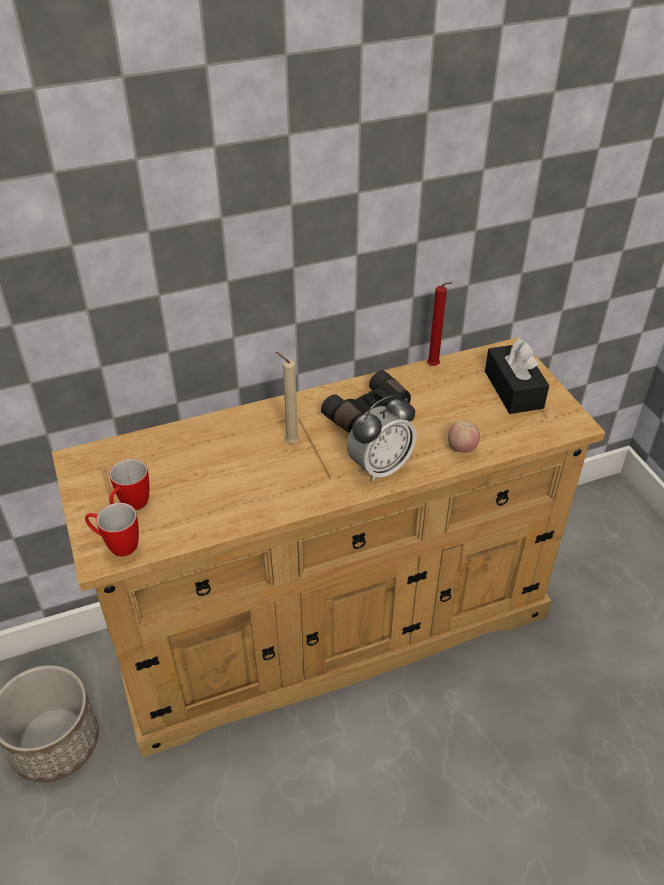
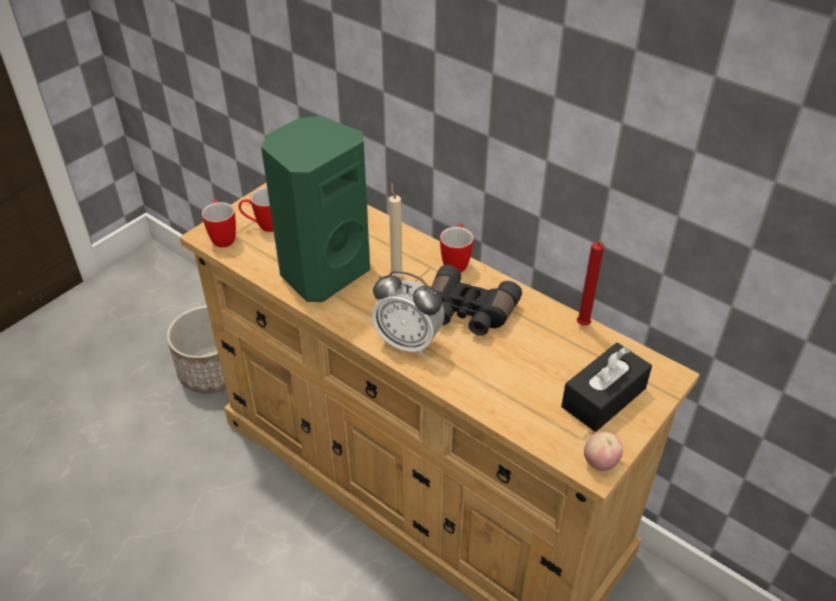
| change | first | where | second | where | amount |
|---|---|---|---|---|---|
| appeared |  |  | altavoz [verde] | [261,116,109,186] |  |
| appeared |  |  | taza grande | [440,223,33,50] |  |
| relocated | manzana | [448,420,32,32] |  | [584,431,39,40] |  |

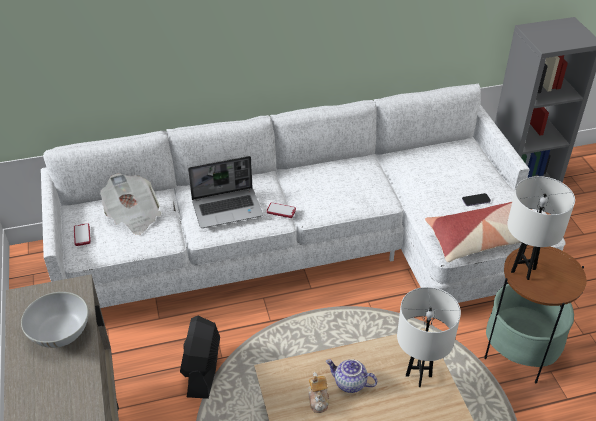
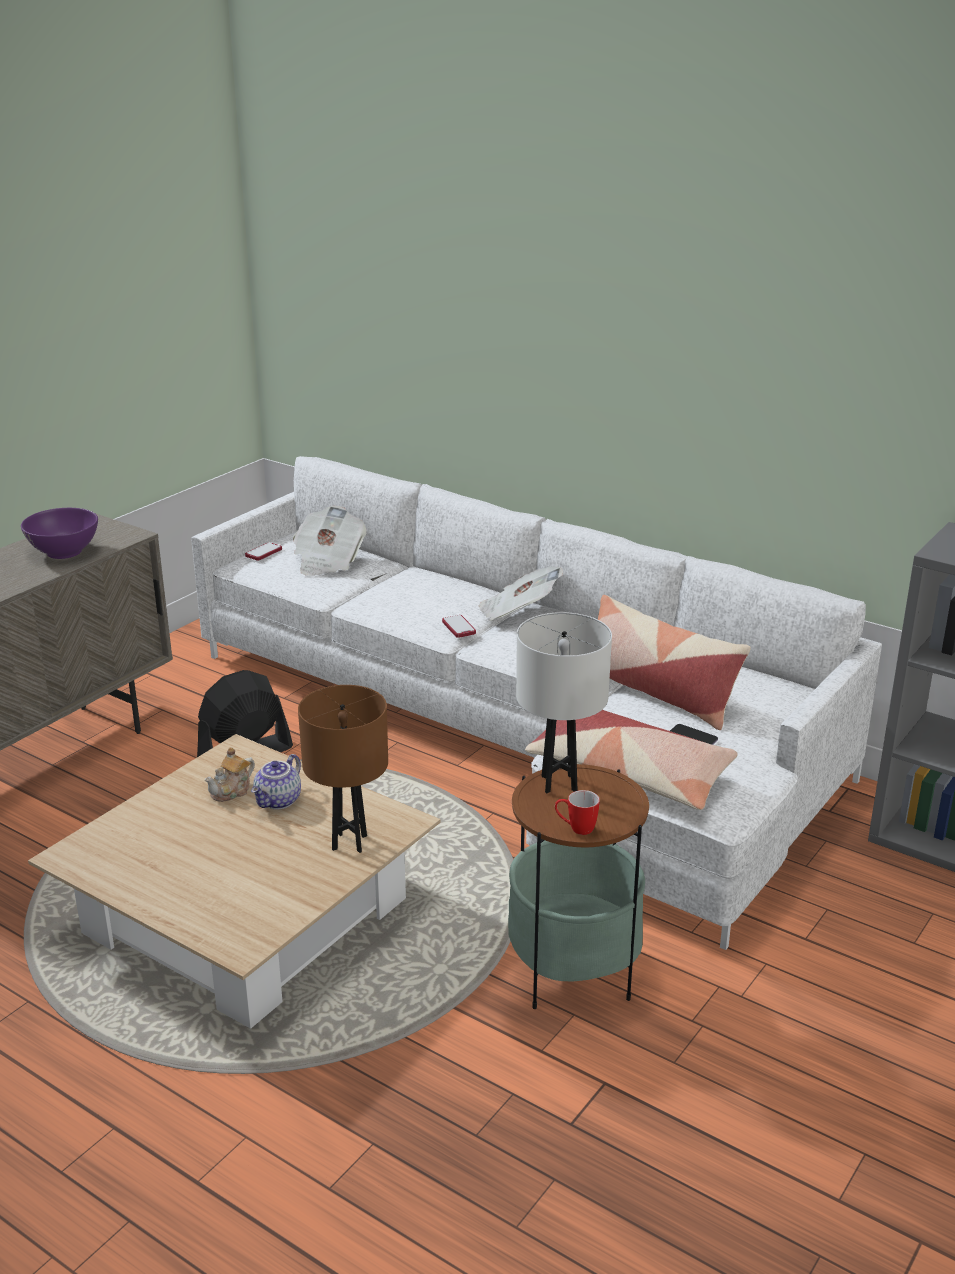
| change | first | where | second | where | amount |
|---|---|---|---|---|---|
| missing | portátil | [188,156,75,72] |  |  |  |
| appeared |  |  | periódico | [479,566,84,55] |  |
| appeared |  |  | taza grande | [555,790,45,45] |  |
| appeared |  |  | cojín | [598,595,153,135] |  |
| colour | cuenco [blanco] | [21,292,68,56] | cuenco [morado] | [21,508,77,51] |  |
| colour | lámpara de mesa [blanco] | [397,287,64,100] | lámpara de mesa [marrón] | [298,685,90,168] |  |
| spun | tetera | [326,359,51,34] |  | [251,754,50,55] | 135 degrees counterclockwise |

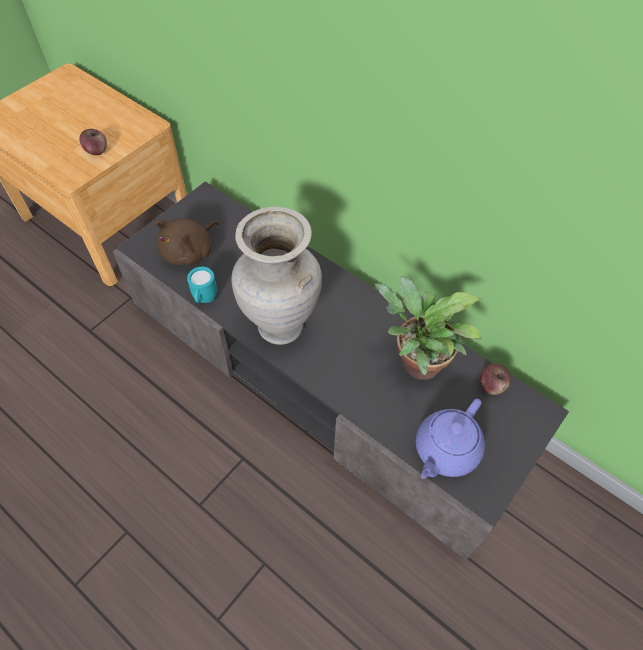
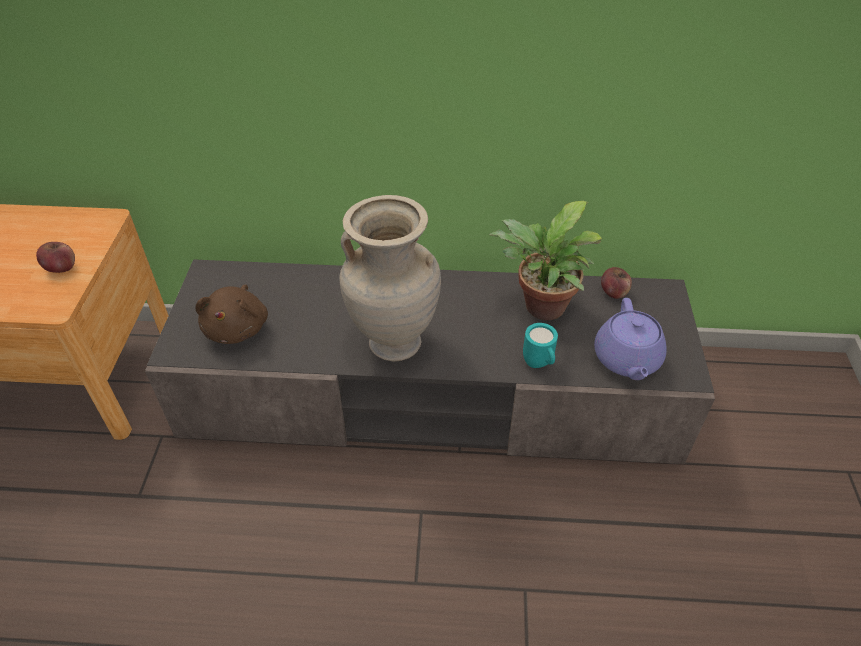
| change | first | where | second | where | amount |
|---|---|---|---|---|---|
| relocated | taza grande [turquesa] | [187,267,30,36] |  | [523,323,35,45] |  |

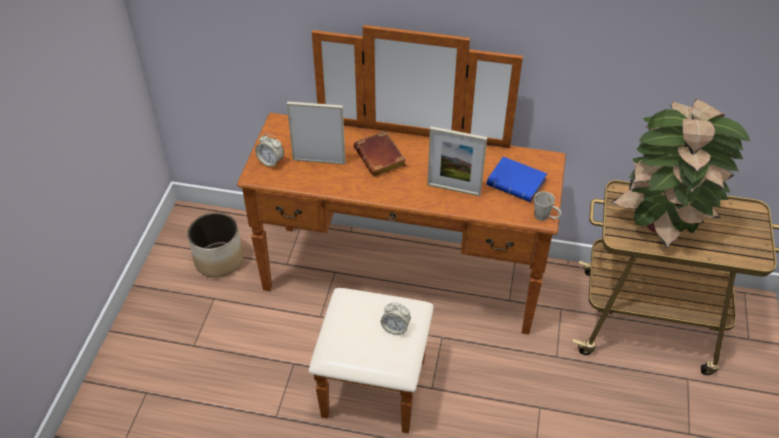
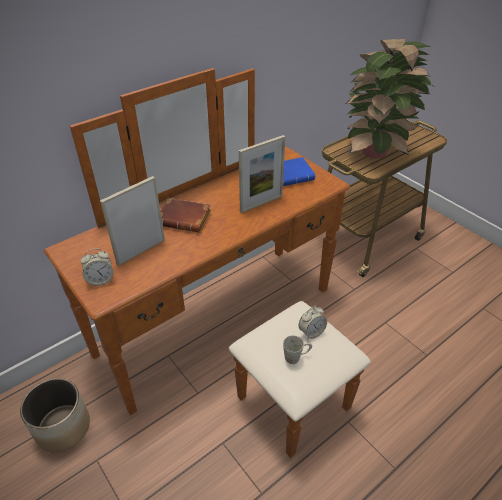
| change | first | where | second | where | amount |
|---|---|---|---|---|---|
| relocated | taza grande [blanco] | [534,191,28,30] |  | [283,335,29,29] |  |

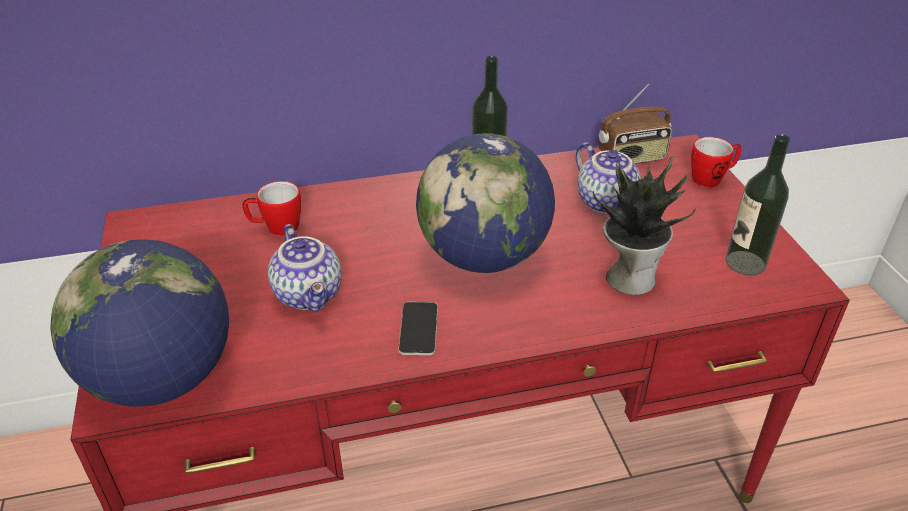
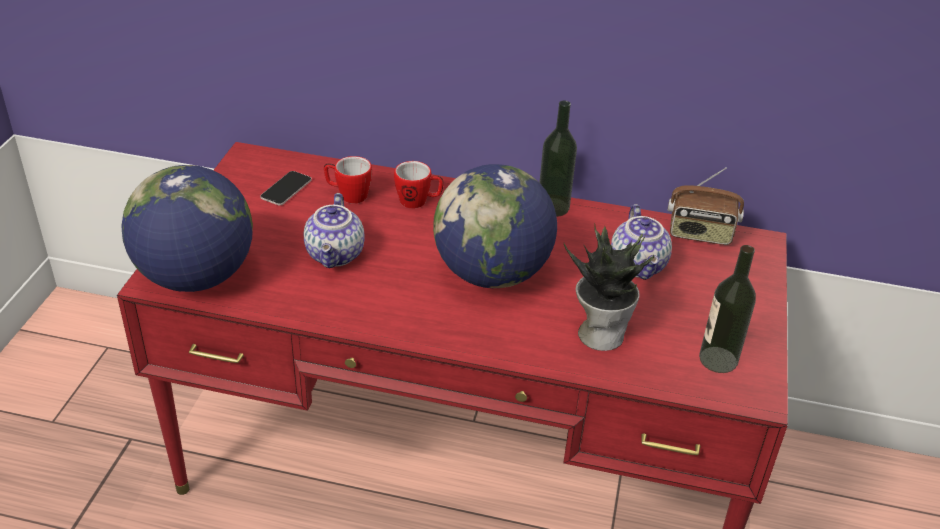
| change | first | where | second | where | amount |
|---|---|---|---|---|---|
| relocated | móvil | [398,302,40,53] |  | [260,171,52,34] |  |
| relocated | taza grande | [691,137,50,50] |  | [394,161,50,47] |  |

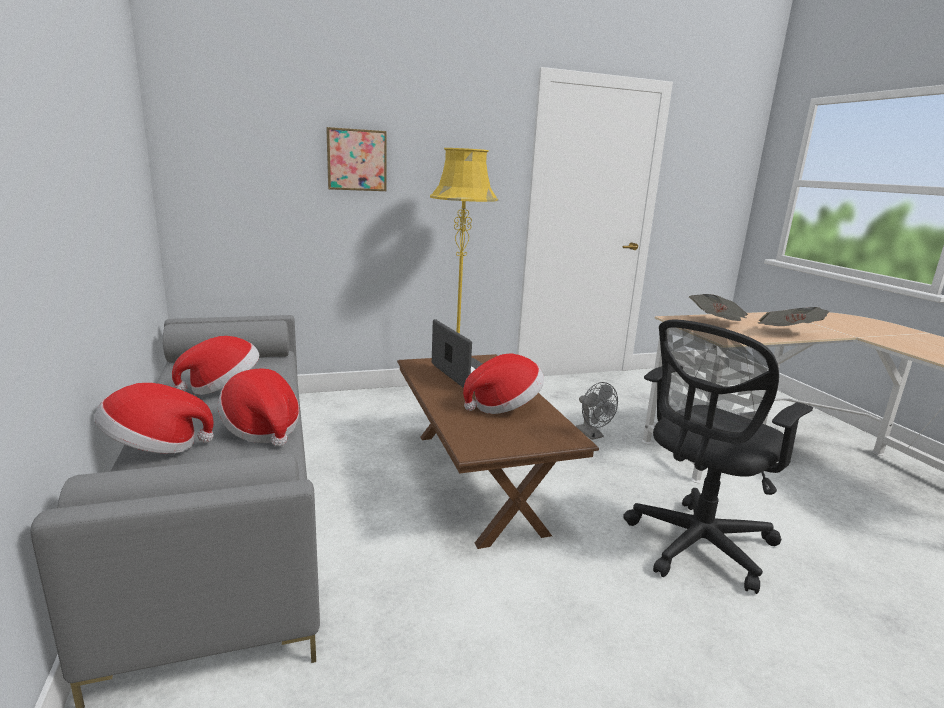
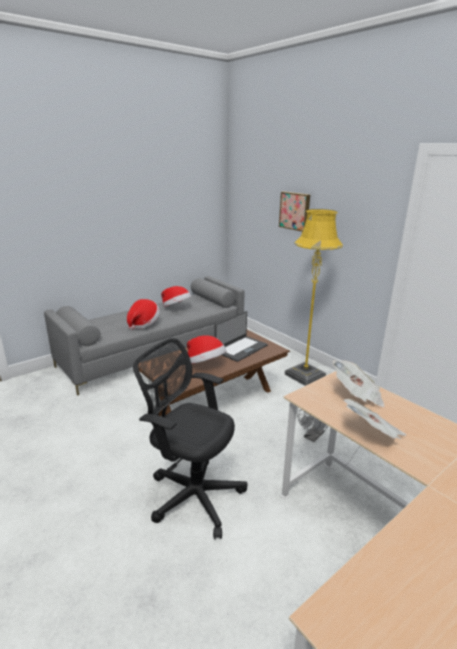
| change | first | where | second | where | amount |
|---|---|---|---|---|---|
| missing | sombrero | [94,383,120,70] |  |  |  |

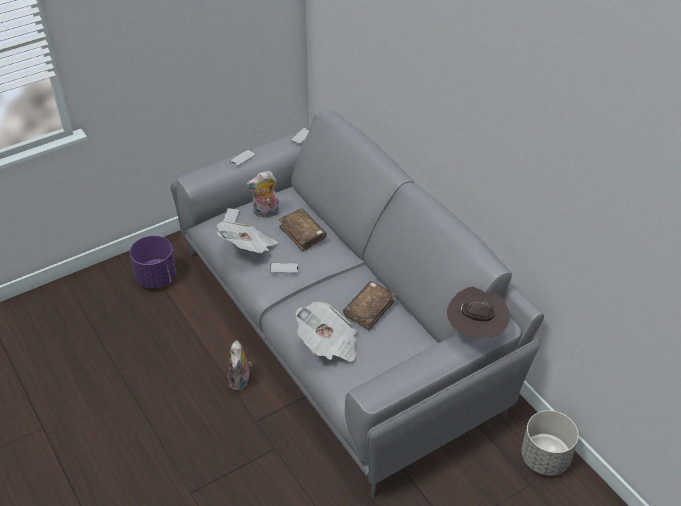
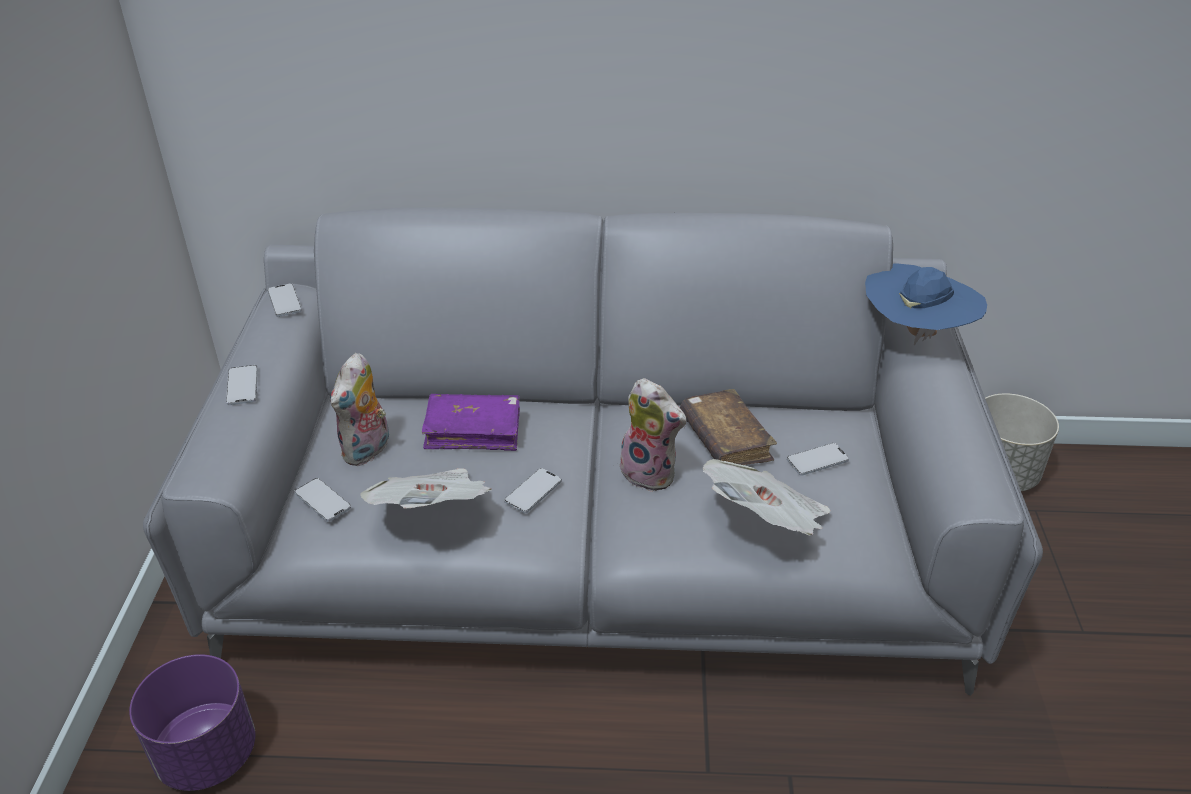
| change | first | where | second | where | amount |
|---|---|---|---|---|---|
| appeared |  |  | móvil | [787,443,62,33] |  |
| relocated | peluche | [228,341,24,50] |  | [617,378,69,114] |  |
| colour | libro [marrón] | [279,208,48,44] | libro [morado] | [422,394,98,57] |  |
| colour | sombrero [marrón] | [447,286,63,52] | sombrero [azul] | [865,263,122,82] |  |

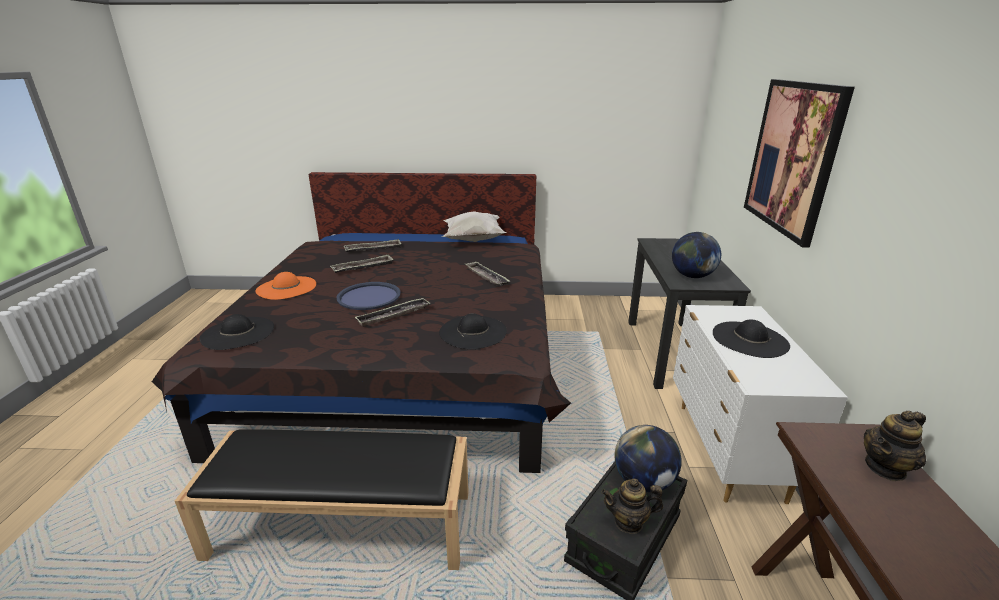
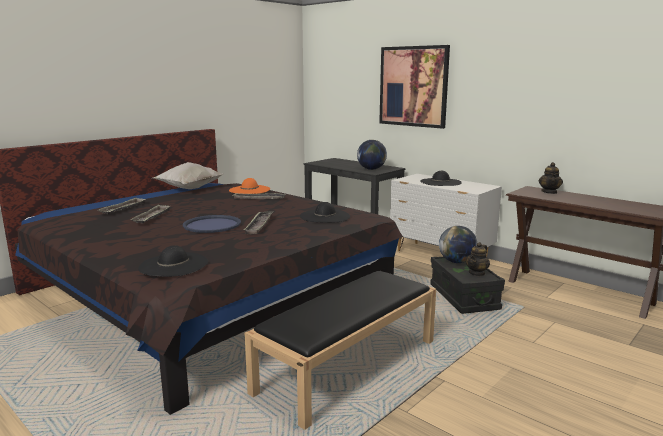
| change | first | where | second | where | amount |
|---|---|---|---|---|---|
| relocated | sombrero [naranja] | [255,272,61,28] |  | [229,178,41,16] |  |

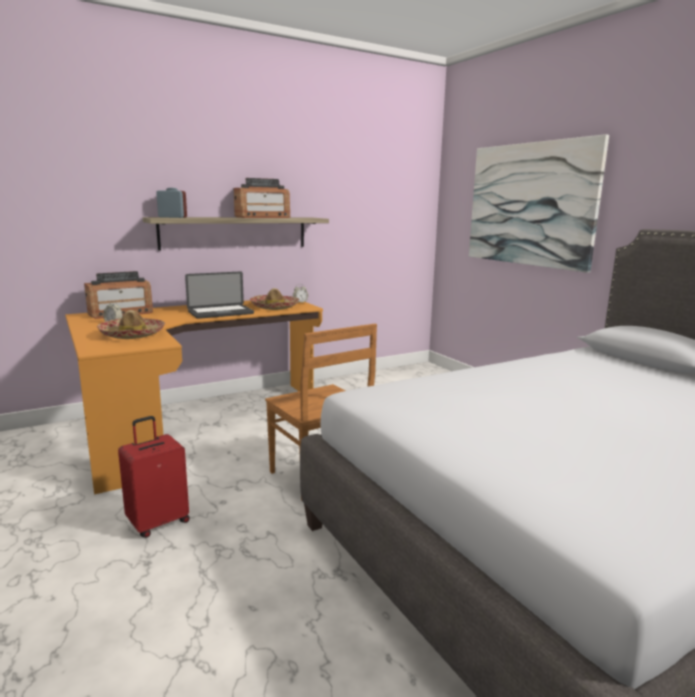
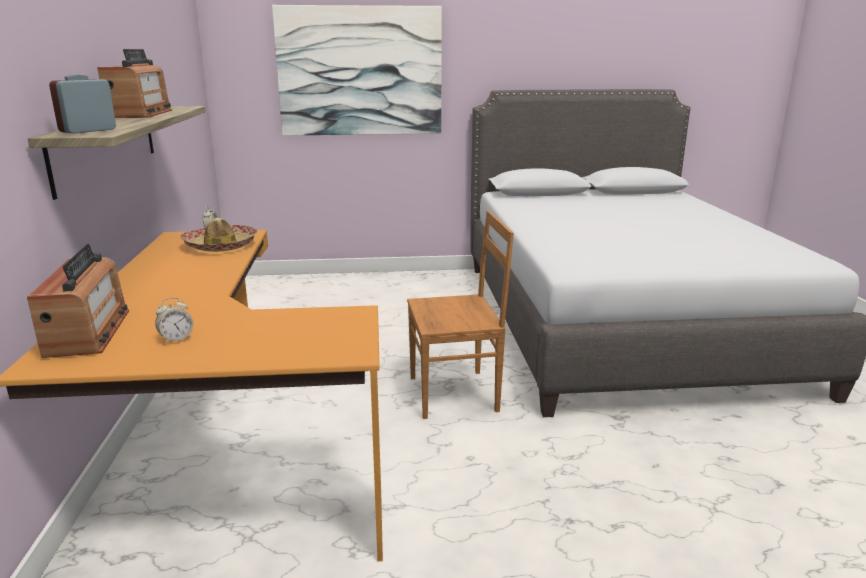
| change | first | where | second | where | amount |
|---|---|---|---|---|---|
| missing | sombrero | [97,310,68,29] |  |  |  |
| missing | maleta [rojo] | [118,416,72,122] |  |  |  |
| missing | portátil | [185,272,69,47] |  |  |  |

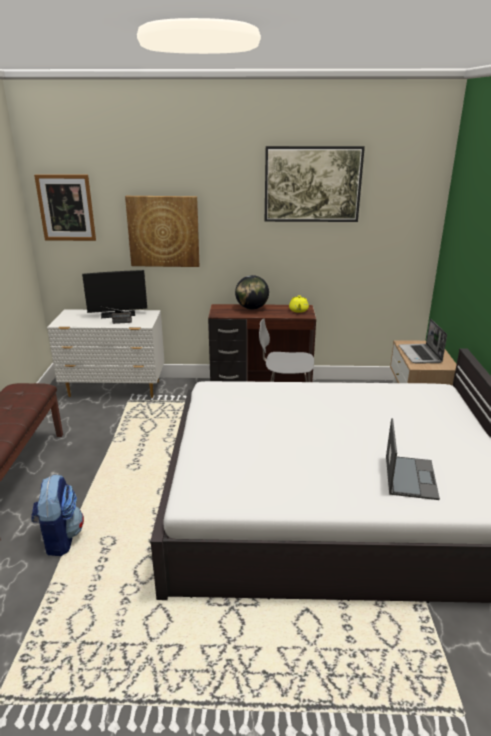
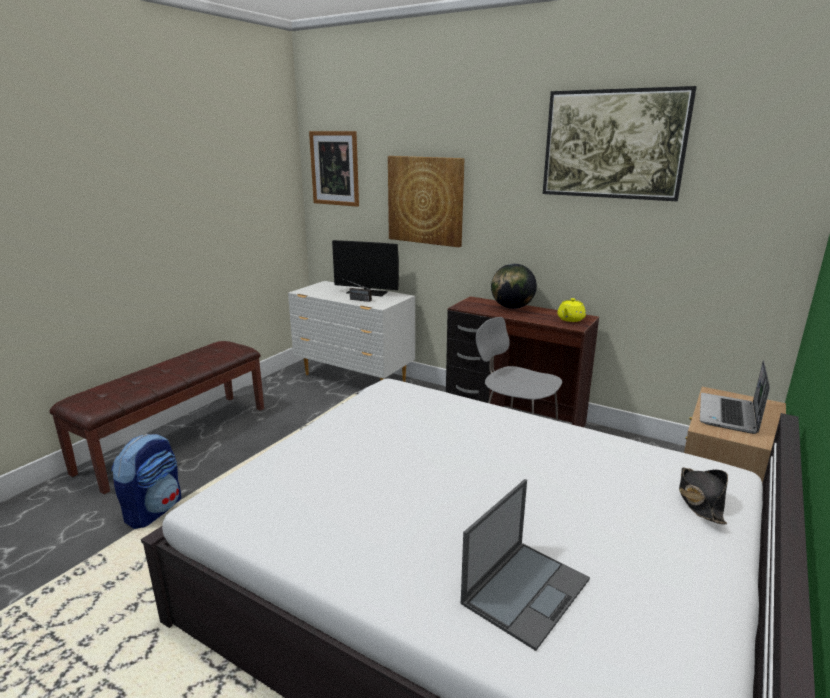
| change | first | where | second | where | amount |
|---|---|---|---|---|---|
| appeared |  |  | sombrero [negro] | [679,467,49,57] |  |

